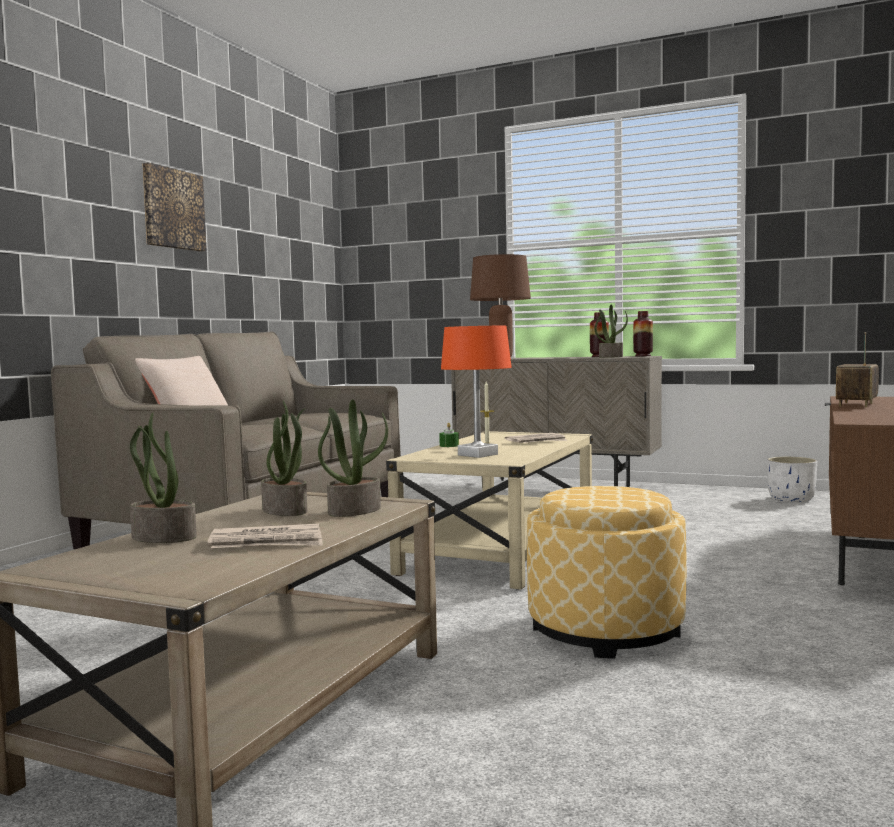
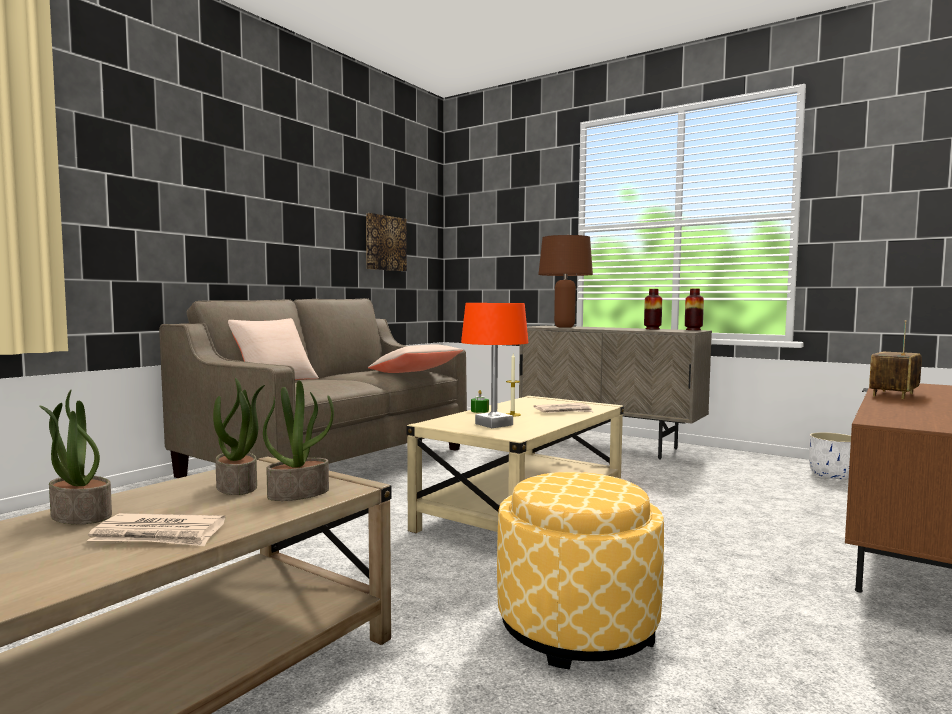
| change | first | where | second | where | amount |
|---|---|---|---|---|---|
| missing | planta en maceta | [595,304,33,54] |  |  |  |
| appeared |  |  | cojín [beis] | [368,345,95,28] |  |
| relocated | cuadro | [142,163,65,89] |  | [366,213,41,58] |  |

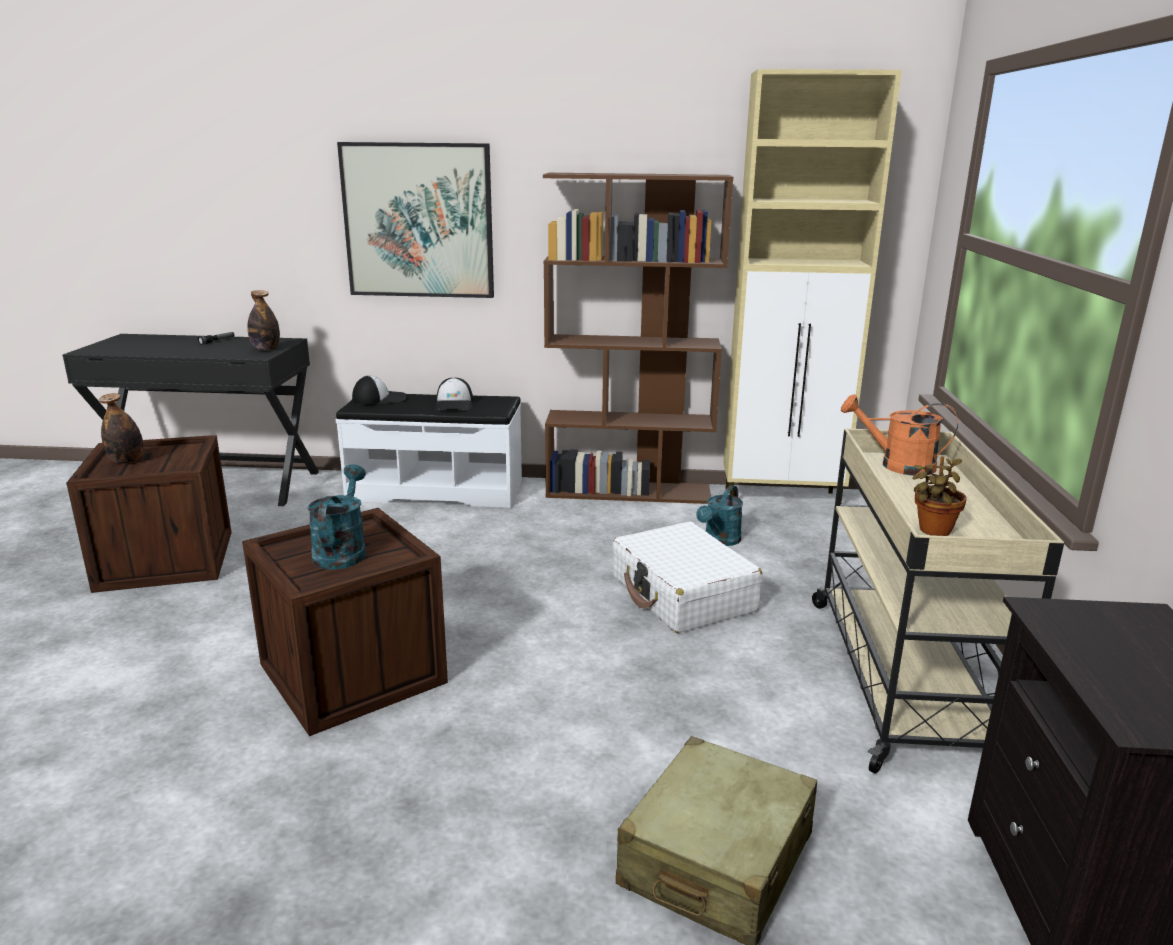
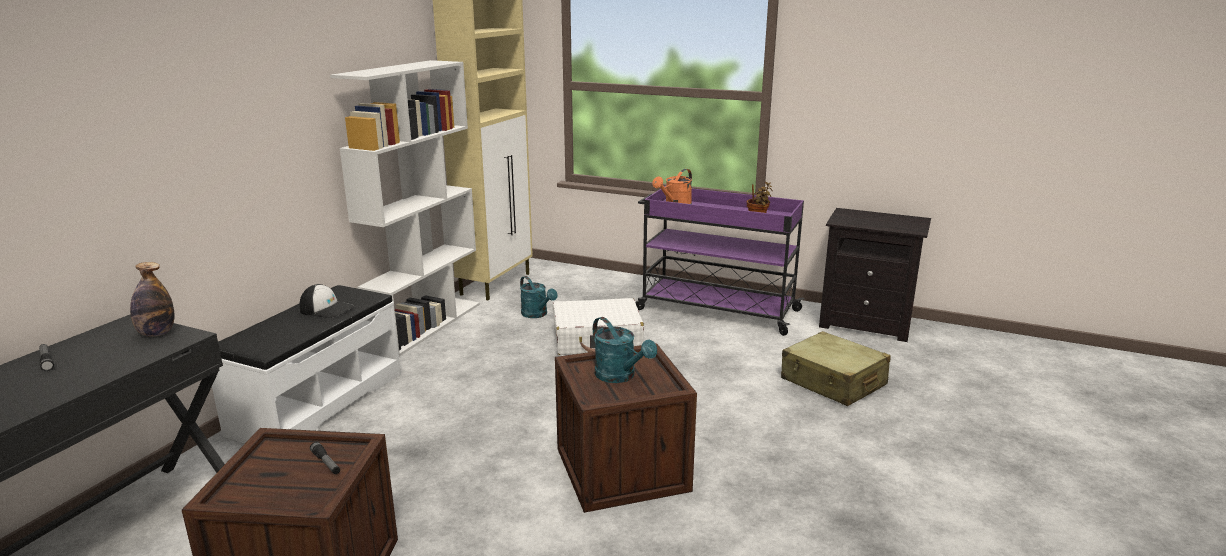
| change | first | where | second | where | amount |
|---|---|---|---|---|---|
| missing | botella | [99,393,45,71] |  |  |  |
| missing | cuadro | [337,142,157,156] |  |  |  |
| missing | gorra | [352,376,54,29] |  |  |  |
| appeared |  |  | linterna | [310,442,30,32] |  |
| colour | estantería [marrón] | [543,173,190,331] | estantería [blanco] | [330,60,150,296] |  |
| colour | carrito [beis] | [812,429,252,345] | carrito [morado] | [635,186,169,150] |  |
| spun | regadera [turquesa] | [308,464,58,106] |  | [593,317,64,66] | 150 degrees counterclockwise |

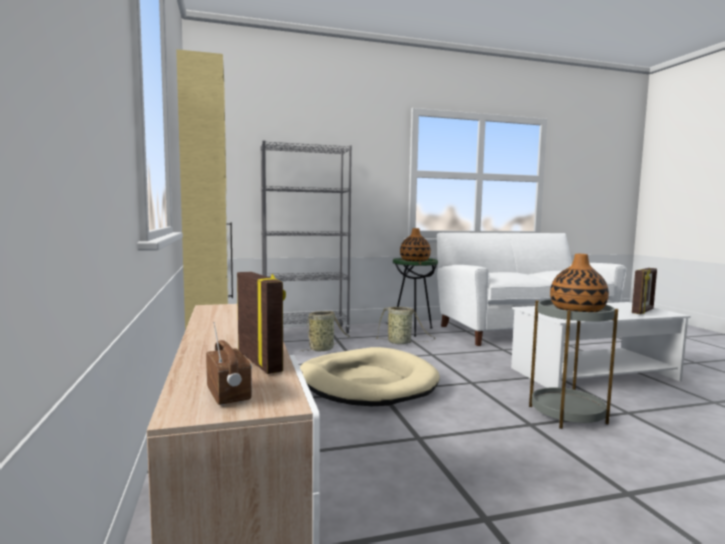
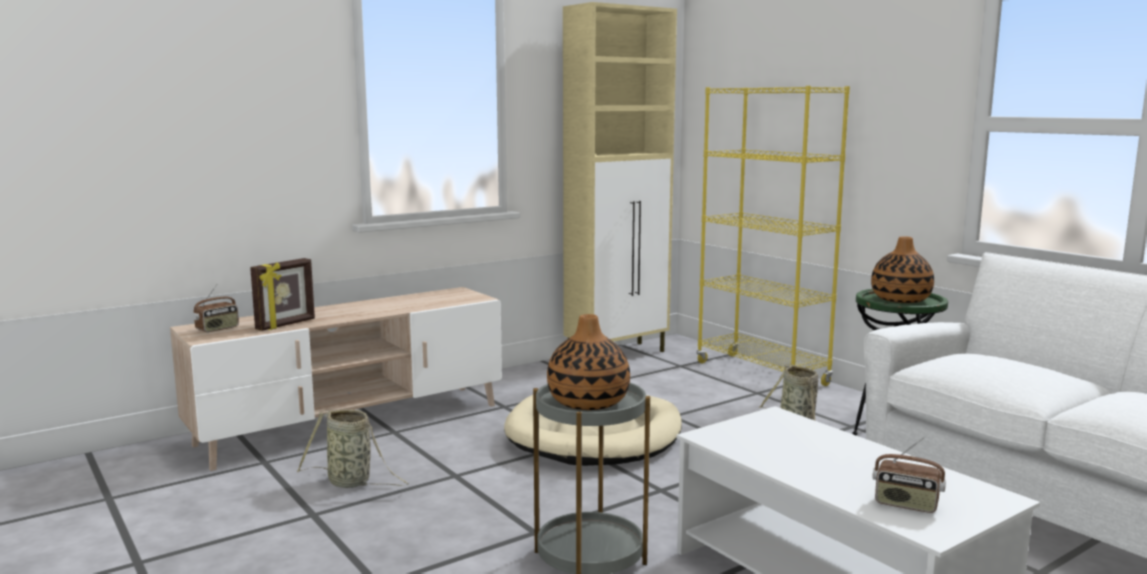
| change | first | where | second | where | amount |
|---|---|---|---|---|---|
| relocated | cesta | [301,311,49,41] |  | [297,409,112,79] |  |
| exchanged | portarretratos | [632,268,25,46] | radio | [873,437,73,76] |  |
| colour | estantería [gris] | [260,141,92,193] | estantería [amarillo] | [696,86,154,300] |  |

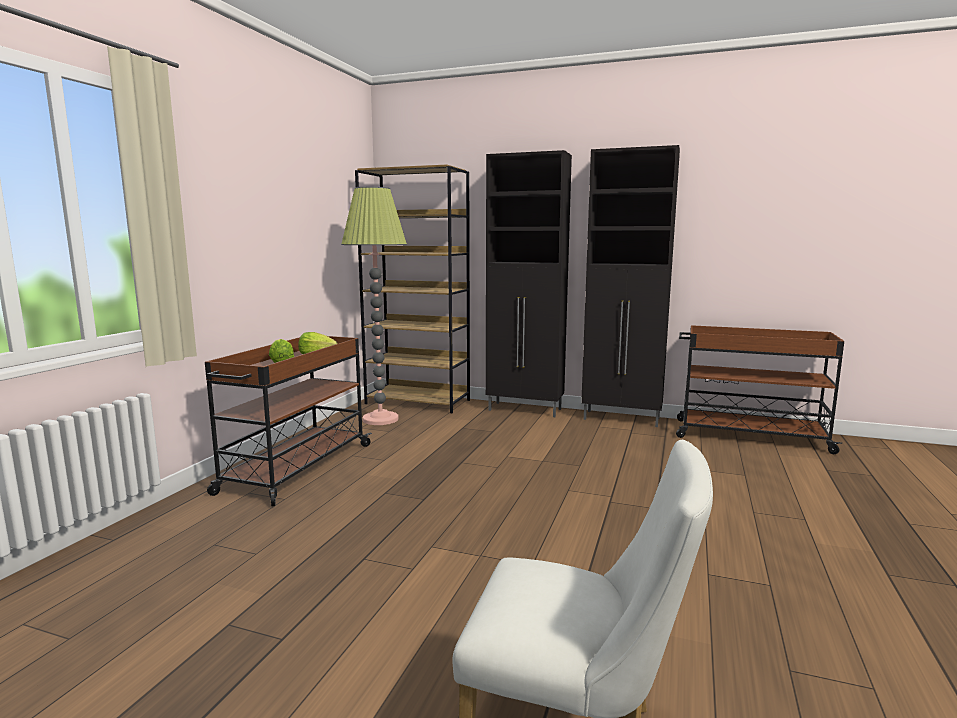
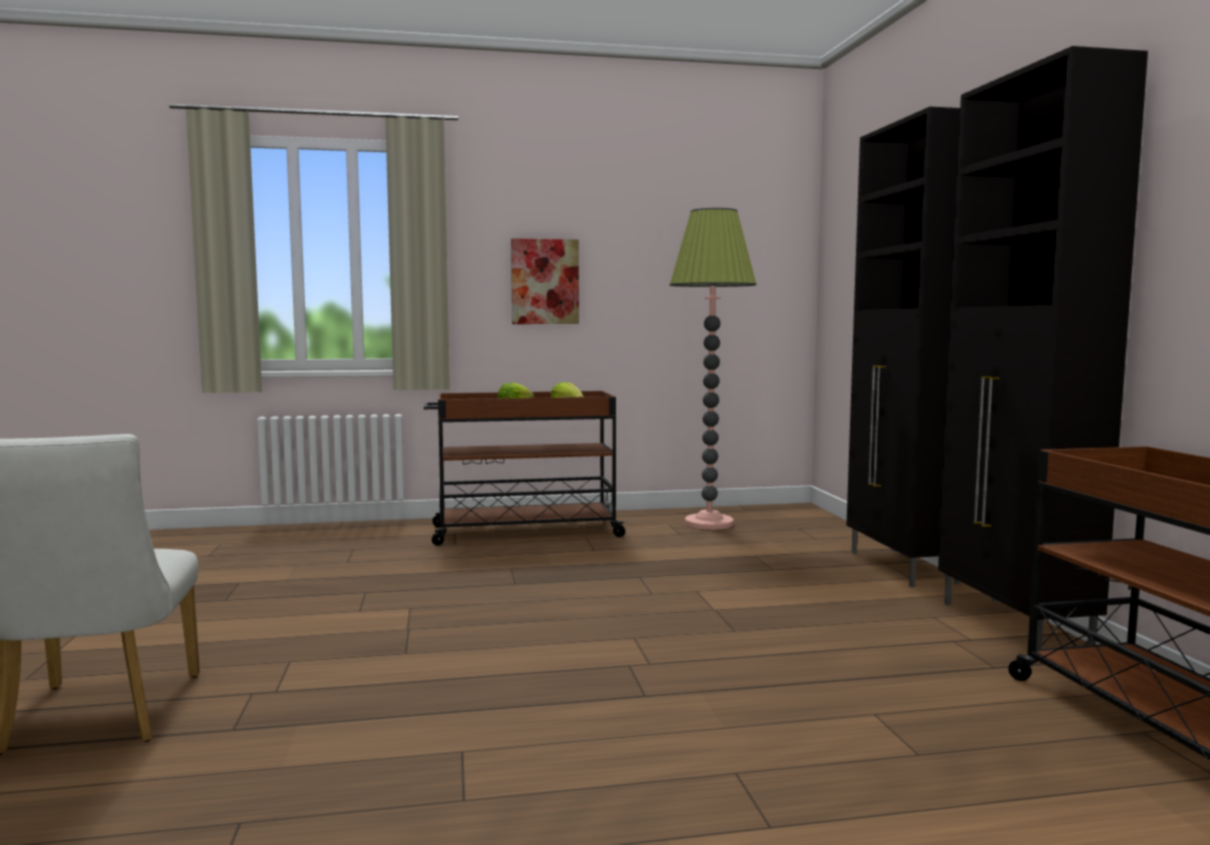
| change | first | where | second | where | amount |
|---|---|---|---|---|---|
| missing | estantería [marrón] | [355,164,115,249] |  |  |  |
| appeared |  |  | cuadro | [511,238,68,86] |  |

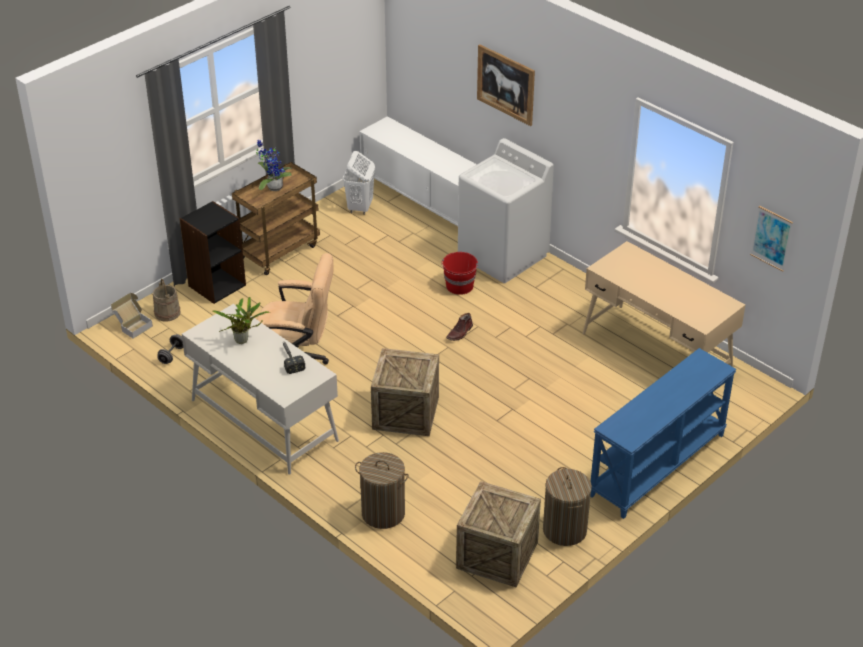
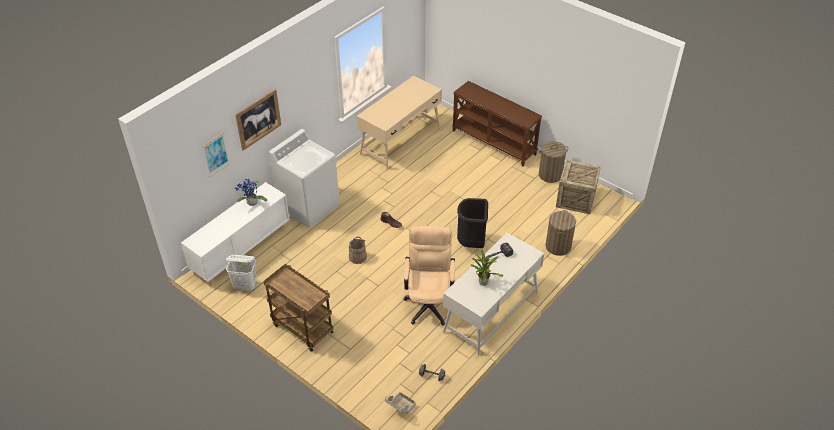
| change | first | where | second | where | amount |
|---|---|---|---|---|---|
| missing | estantería [negro] | [180,201,66,103] |  |  |  |
| missing | cubo [rojo] | [441,252,37,43] |  |  |  |
| relocated | cubo [beis] | [153,279,28,42] |  | [349,237,18,27] |  |
| relocated | planta en maceta | [256,139,36,52] |  | [235,179,32,27] |  |
| relocated | cuadro | [750,206,43,66] |  | [202,133,28,44] |  |
| exchanged | caja de embalaje | [371,348,68,88] | papelera [negro] | [457,198,31,50] |  |
| colour | mesa consola [azul] | [590,348,146,171] | mesa consola [marrón] | [452,81,90,86] |  |

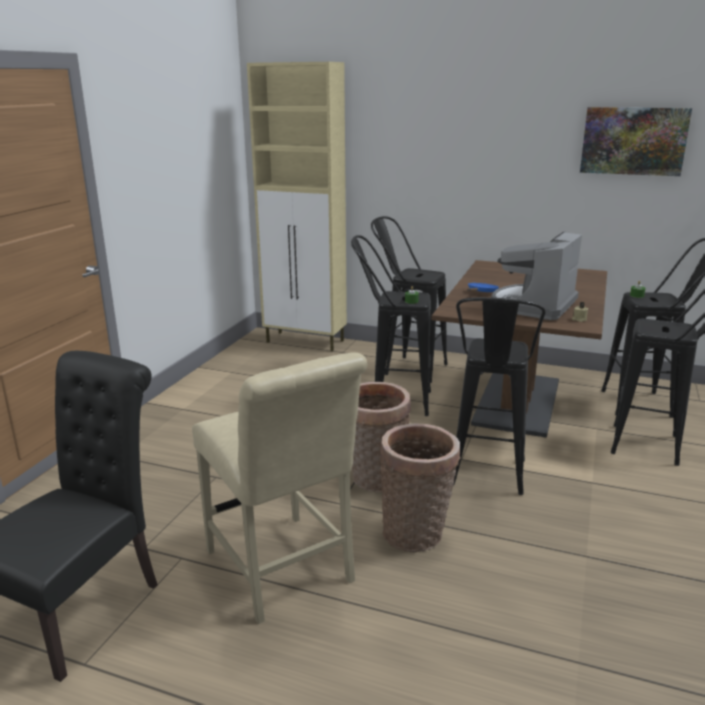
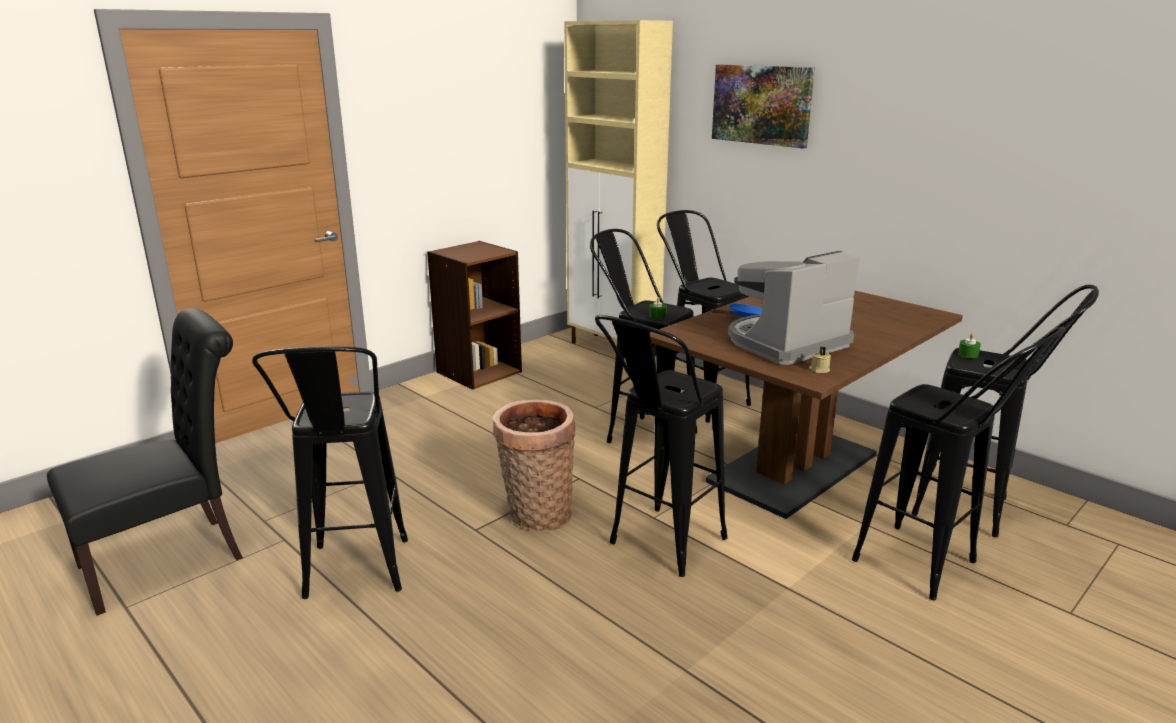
| change | first | where | second | where | amount |
|---|---|---|---|---|---|
| missing | cesta | [380,423,80,129] |  |  |  |
| appeared |  |  | estantería [marrón] | [427,241,95,149] |  |
| relocated | cuadro | [580,107,112,69] |  | [712,65,103,83] |  |
| exchanged | silla [beis] | [192,352,175,272] | taburete [negro] | [252,346,156,253] |  |

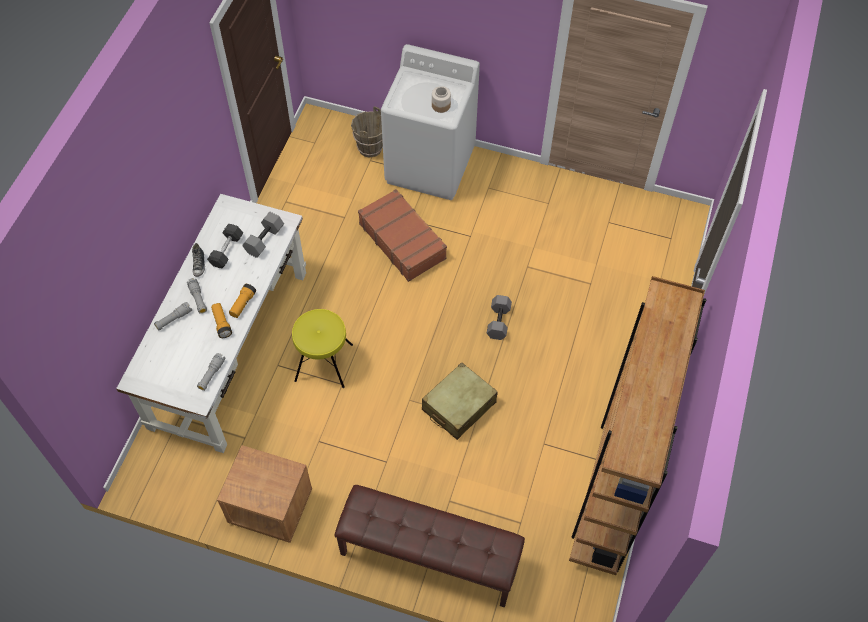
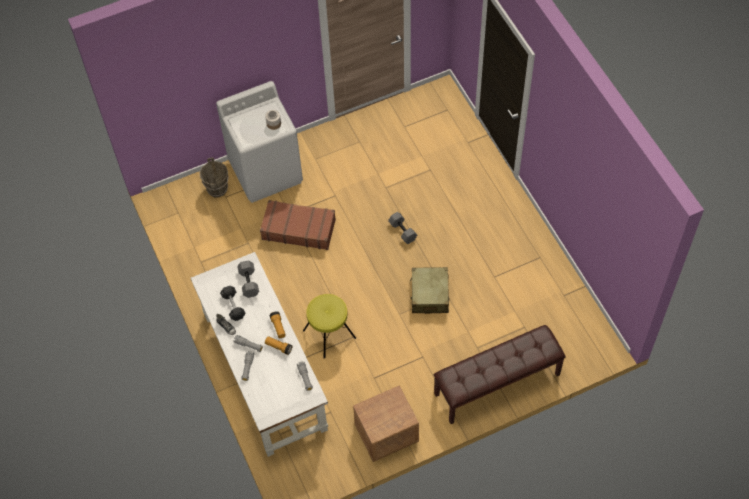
| change | first | where | second | where | amount |
|---|---|---|---|---|---|
| missing | estantería [marrón] | [569,276,137,299] |  |  |  |

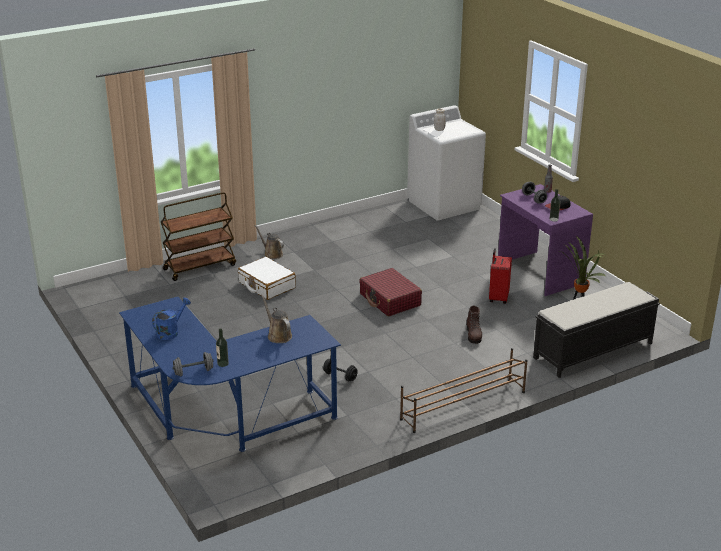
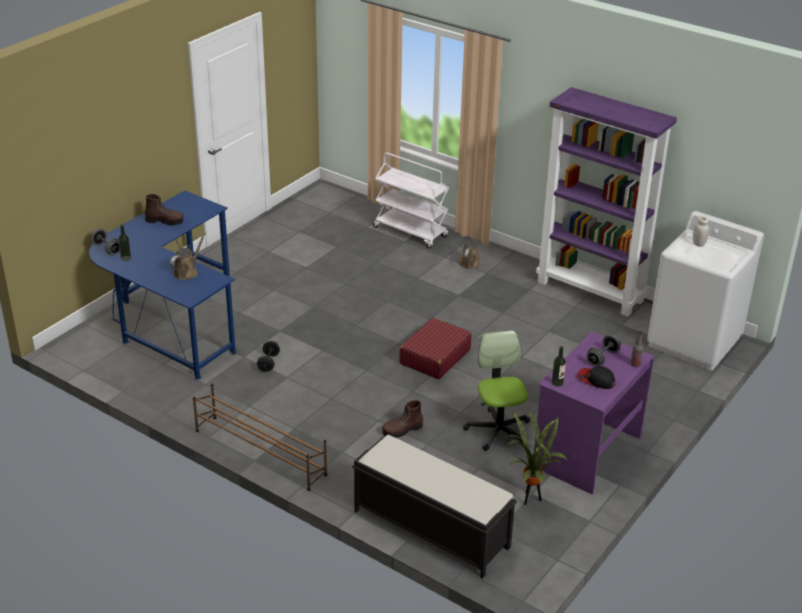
| change | first | where | second | where | amount |
|---|---|---|---|---|---|
| missing | maleta [blanco] | [238,257,58,43] |  |  |  |
| appeared |  |  | estantería [morado] | [536,87,141,230] |  |
| exchanged | regadera [azul] | [152,298,39,42] | bota [marrón] | [145,194,38,31] |  |
| exchanged | maleta [rojo] | [489,248,23,56] | silla de oficina | [463,330,67,121] |  |
| colour | carrito [marrón] | [161,192,75,89] | carrito [blanco] | [373,152,76,96] |  |

